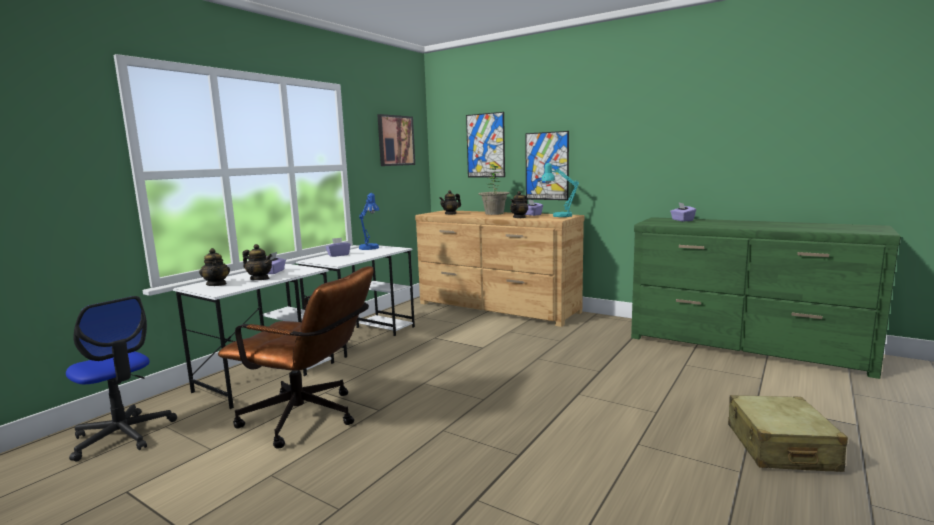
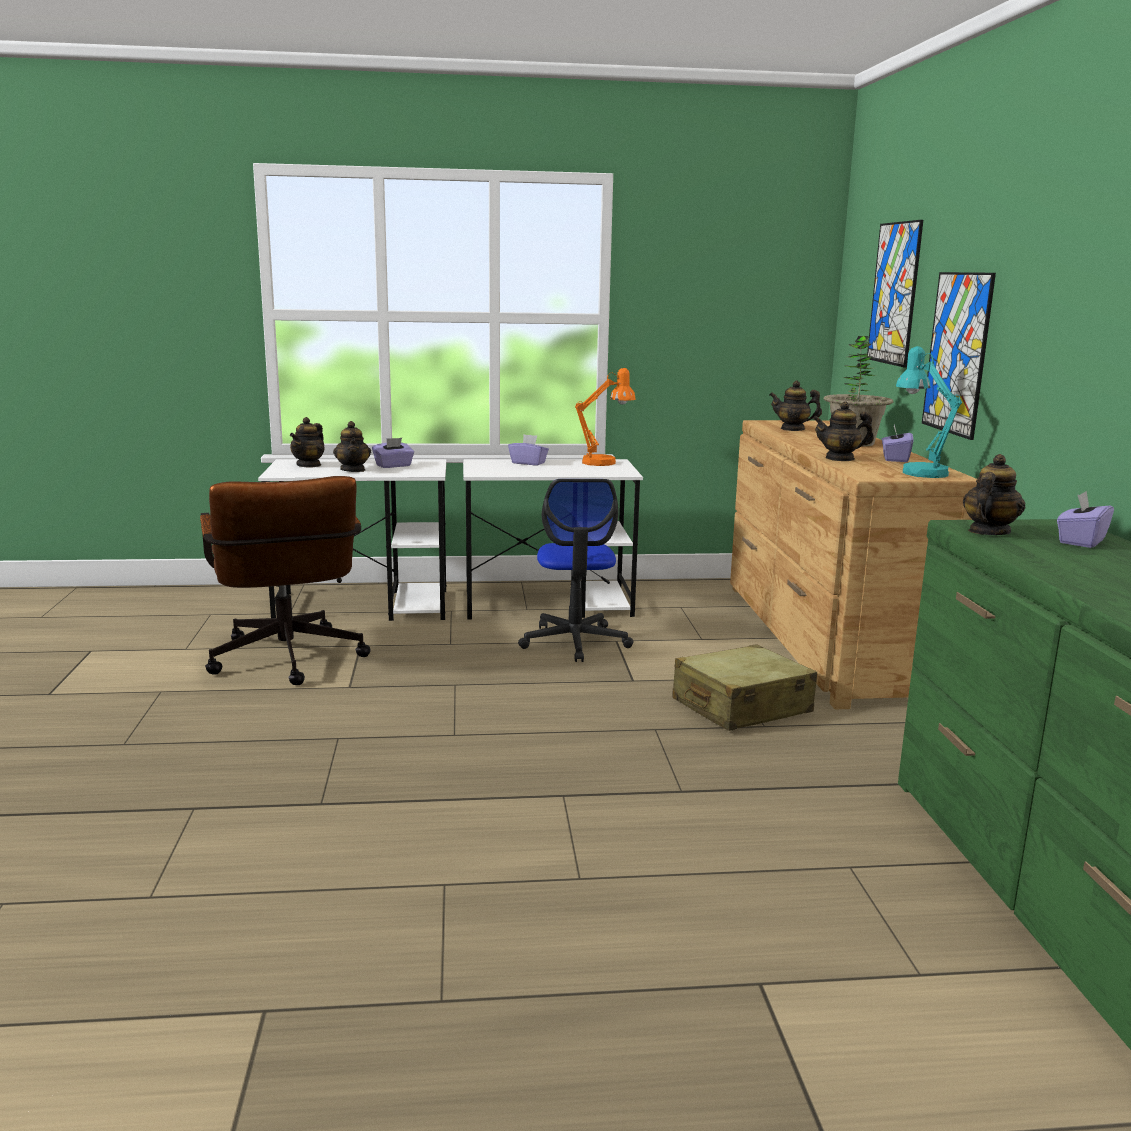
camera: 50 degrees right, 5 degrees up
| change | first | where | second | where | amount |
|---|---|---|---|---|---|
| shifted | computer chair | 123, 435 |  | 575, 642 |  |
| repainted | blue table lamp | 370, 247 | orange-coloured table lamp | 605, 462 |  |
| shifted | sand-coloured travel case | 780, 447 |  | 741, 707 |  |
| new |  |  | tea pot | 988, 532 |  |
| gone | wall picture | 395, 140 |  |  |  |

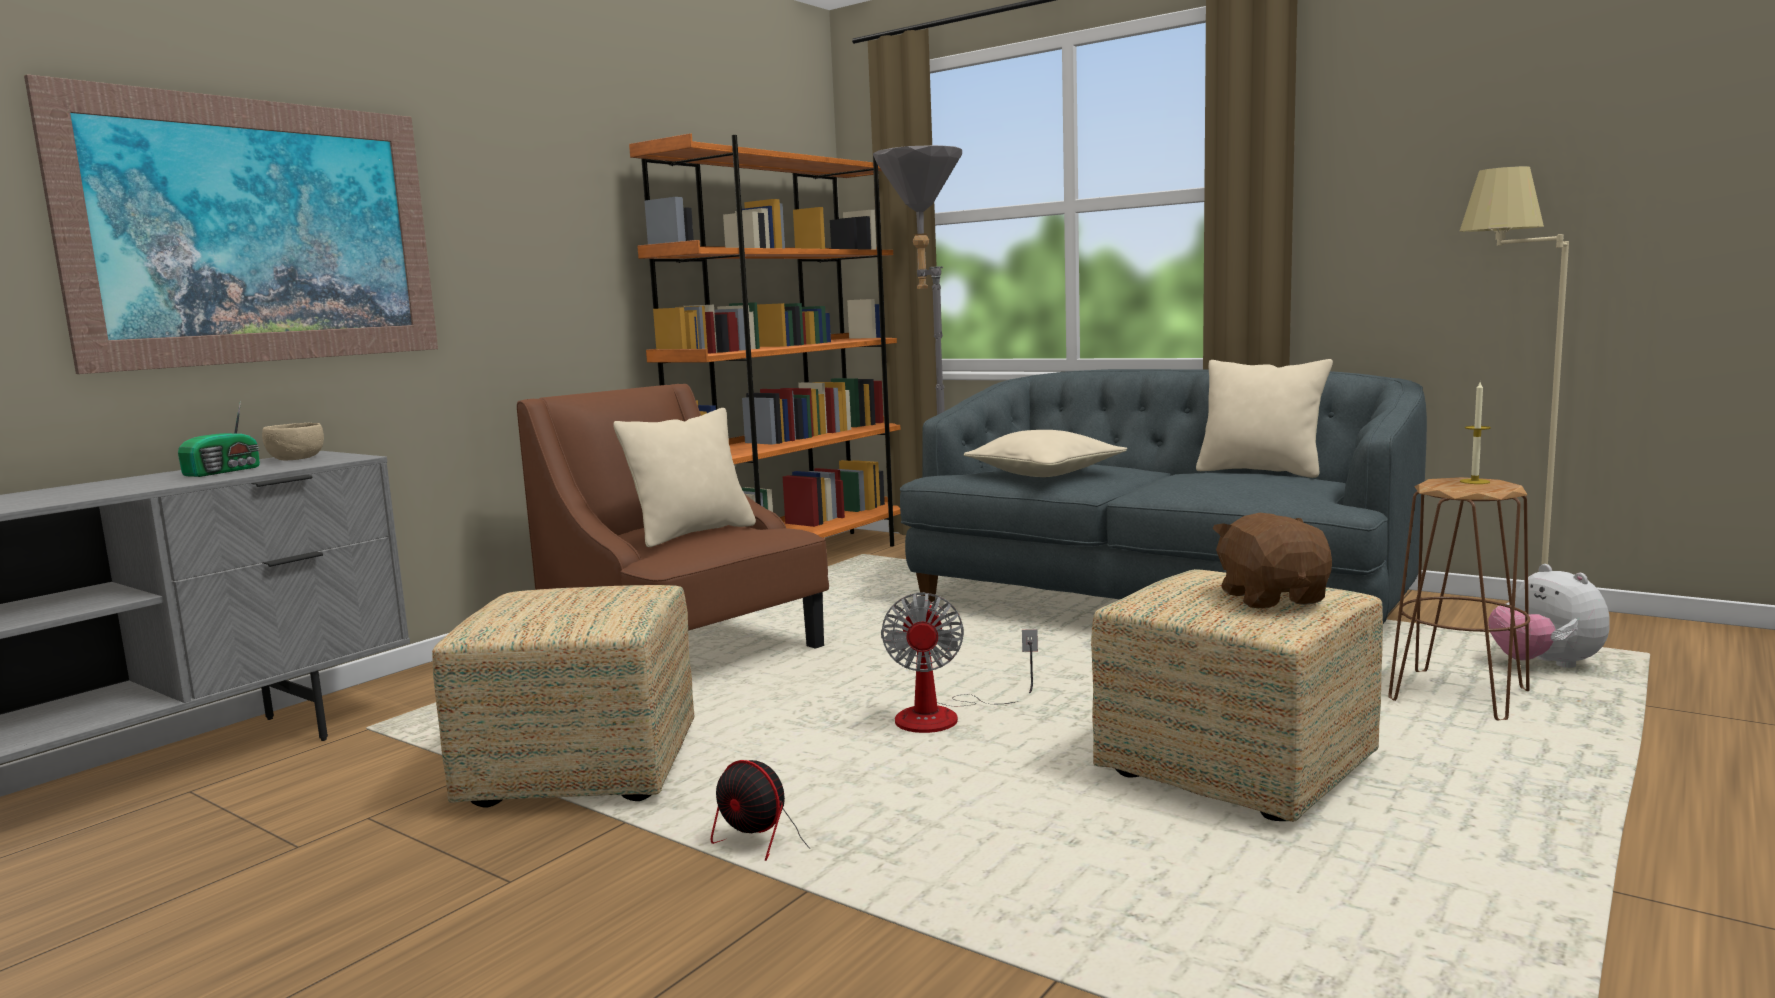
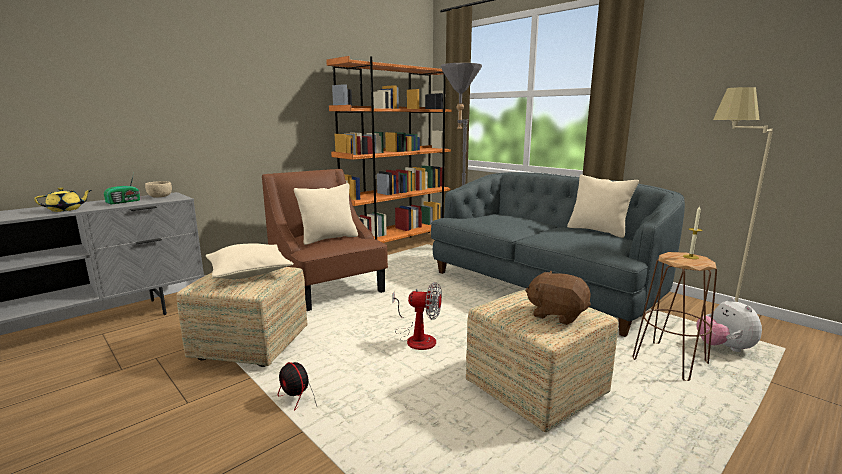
camera: 10 degrees right, 5 degrees up
| change | first | where | second | where | amount |
|---|---|---|---|---|---|
| new |  |  | yellow-coloured tea pot | 66, 209 |  |
| shifted | sand-coloured pillow | 1044, 473 |  | 249, 272 |  |
| rotated | electric fan | 946, 717 |  | 416, 338 | 90 degrees counterclockwise |
| rotated | brownish cuddly toy | 1272, 598 |  | 557, 314 | 60 degrees counterclockwise |
| gone | wall picture | 259, 232 |  |  |  |

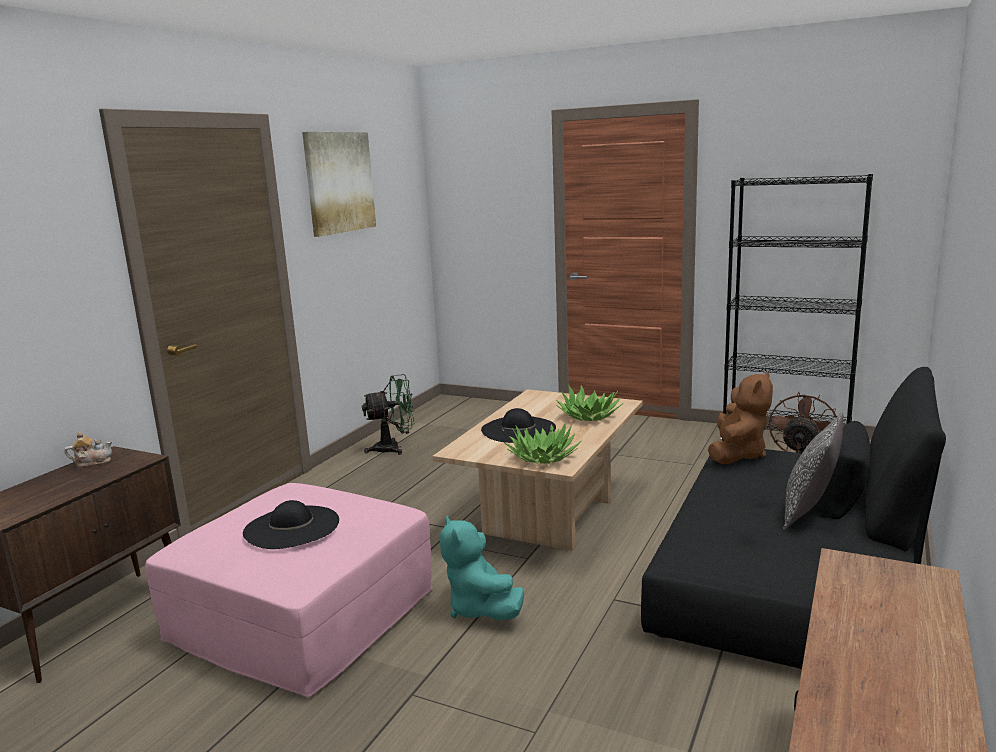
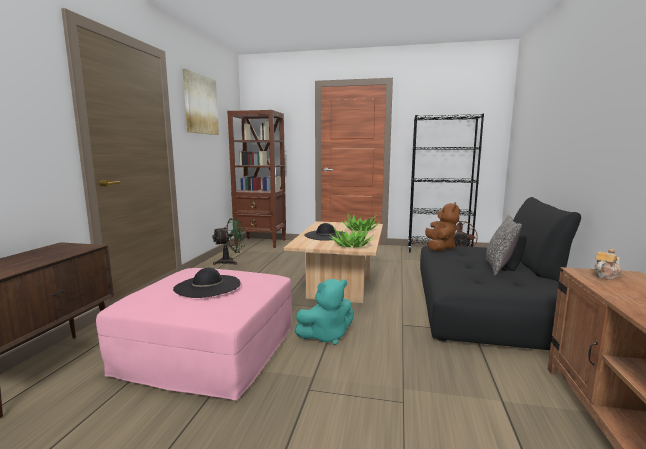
camera: 15 degrees left, 5 degrees down
| change | first | where | second | where | amount |
|---|---|---|---|---|---|
| new |  |  | brownish bookshelf | 261, 243 |  |
| rotated | turquoise-coloured cuddly toy | 480, 608 |  | 326, 336 | 75 degrees counterclockwise |
| shifted | tea pot | 92, 462 |  | 605, 276 |  |

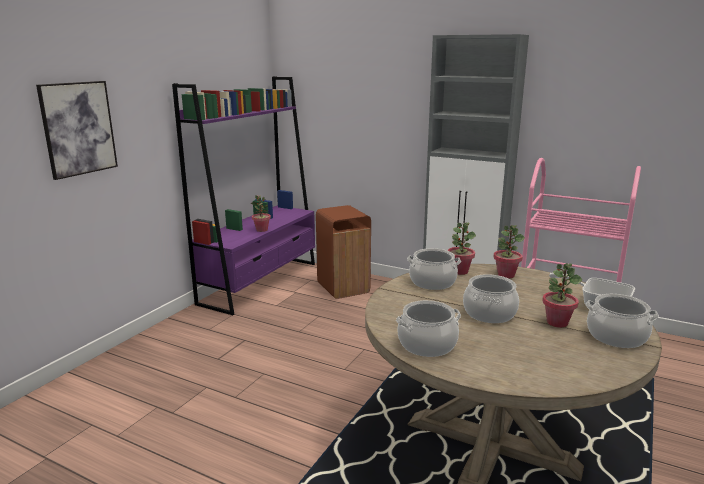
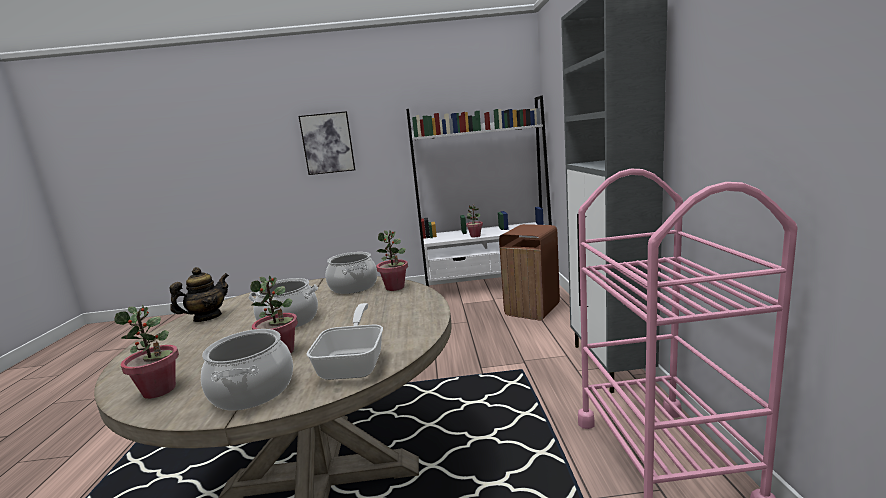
camera: 60 degrees right, 5 degrees down
| change | first | where | second | where | amount |
|---|---|---|---|---|---|
| shifted | houseplant | 506, 275 |  | 160, 390 |  |
| swapped | saucepot | 427, 345 | tea pot | 207, 317 |  |
| repainted | purplish bookshelf | 260, 282 | white-coloured bookshelf | 489, 285 |  |

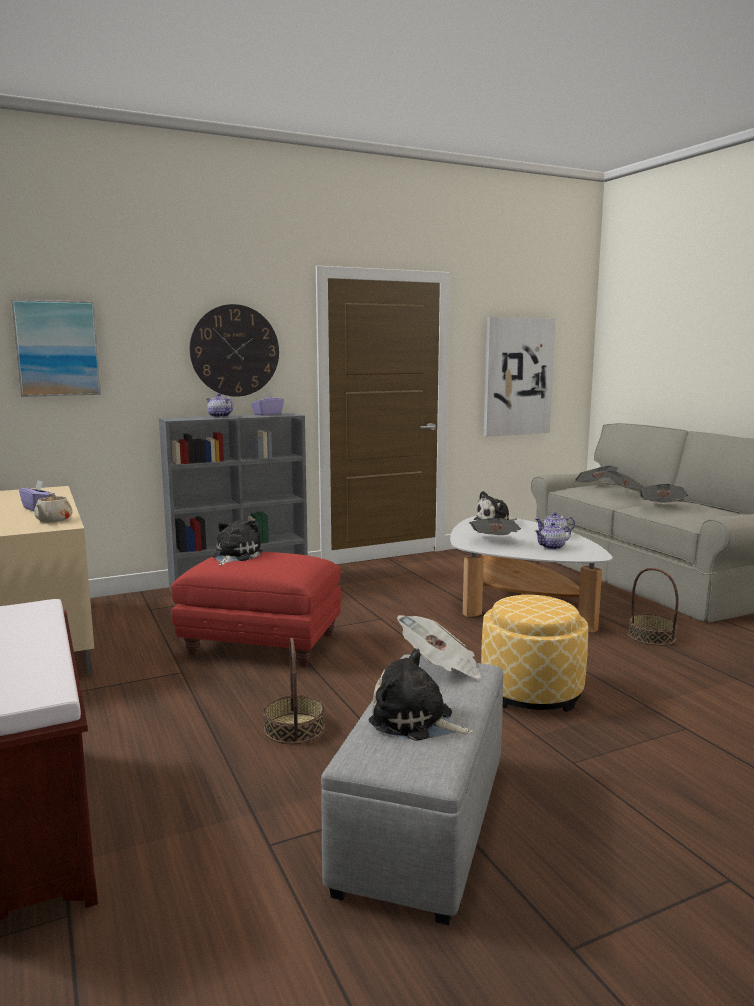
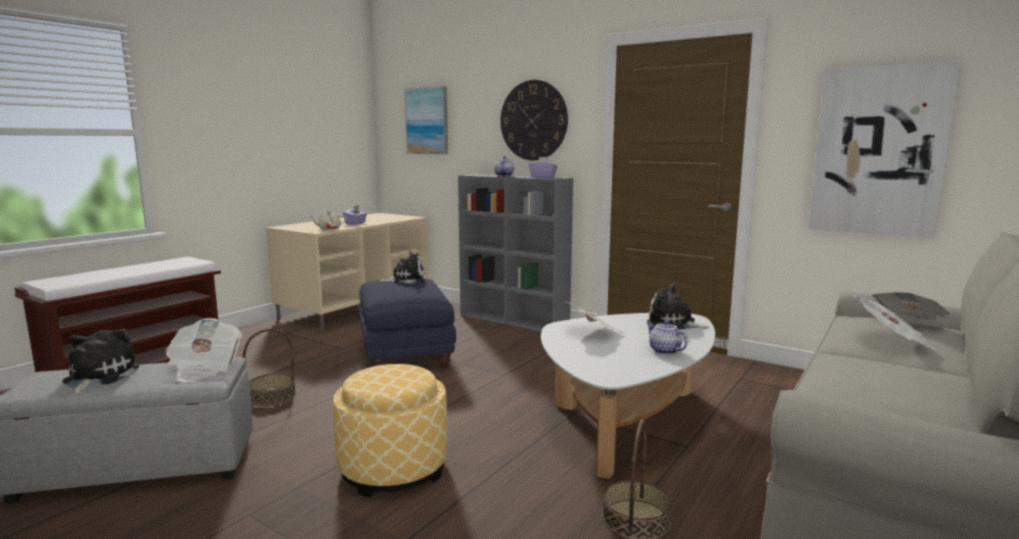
camera: 60 degrees right, 0 degrees up
| change | first | where | second | where | amount |
|---|---|---|---|---|---|
| repainted | red-coloured footrest | 260, 645 | blue footrest | 405, 354 |  |
| gone | tea pot | 552, 547 |  |  |  |
| gone | printed paper | 661, 506 |  |  |  |

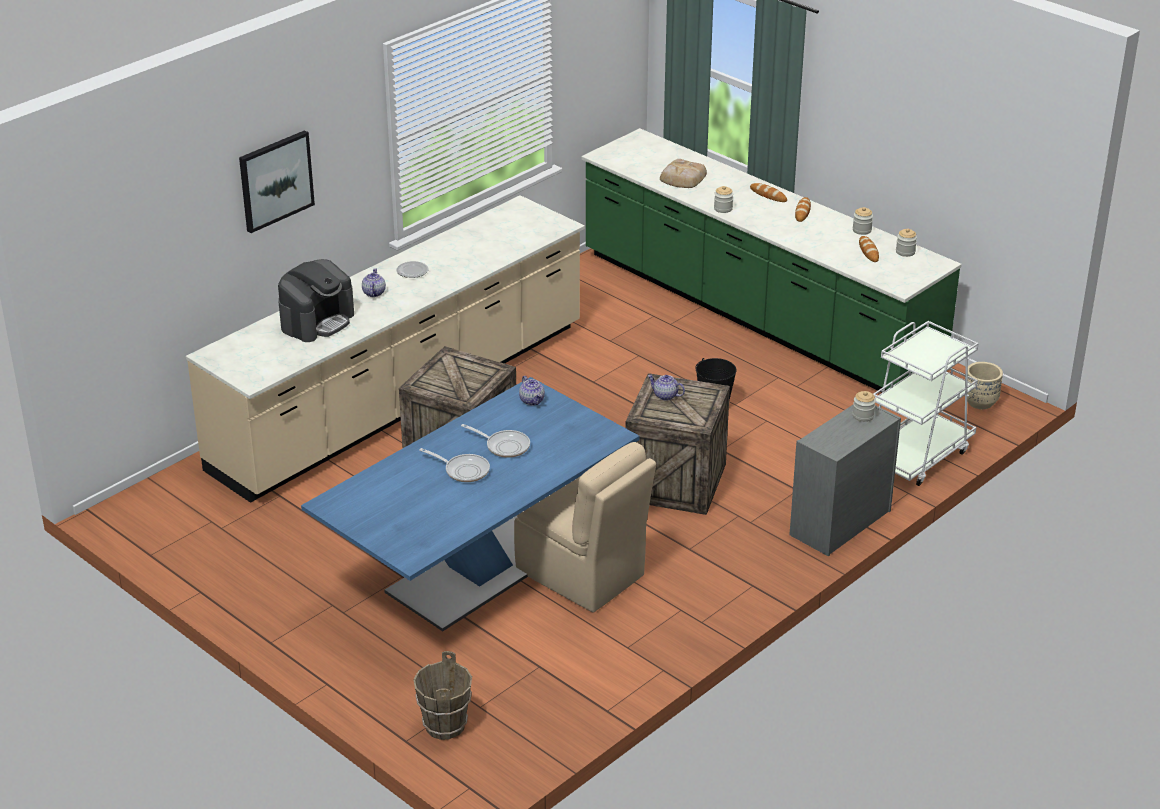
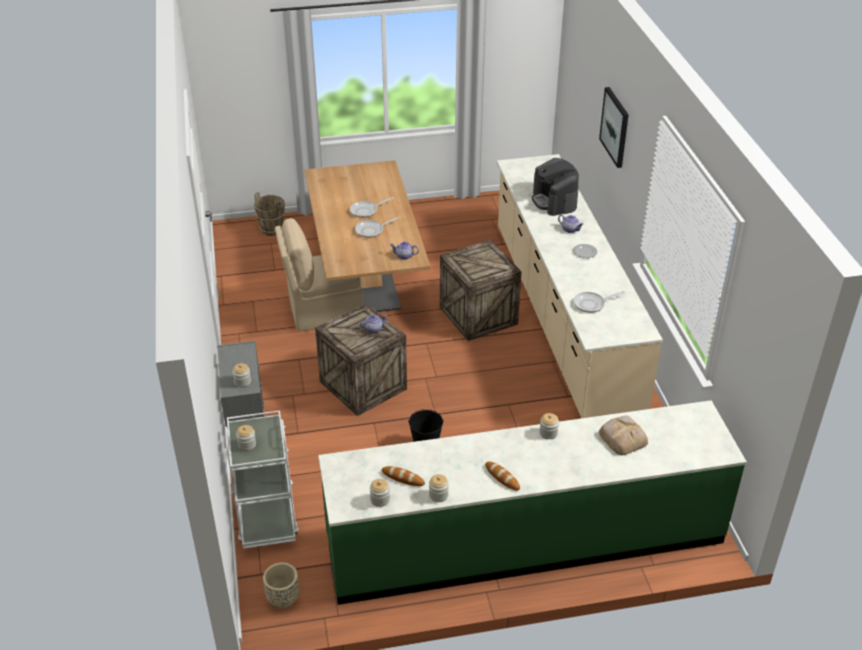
camera: 125 degrees right, 5 degrees up
| change | first | where | second | where | amount |
|---|---|---|---|---|---|
| new |  |  | storage jar | 247, 444 |  |
| repainted | blue dining table | 478, 572 | sand-coloured dining table | 366, 280 |  |
| new |  |  | pan | 592, 304 |  |
| gone | bakery bread | 768, 195 |  |  |  |

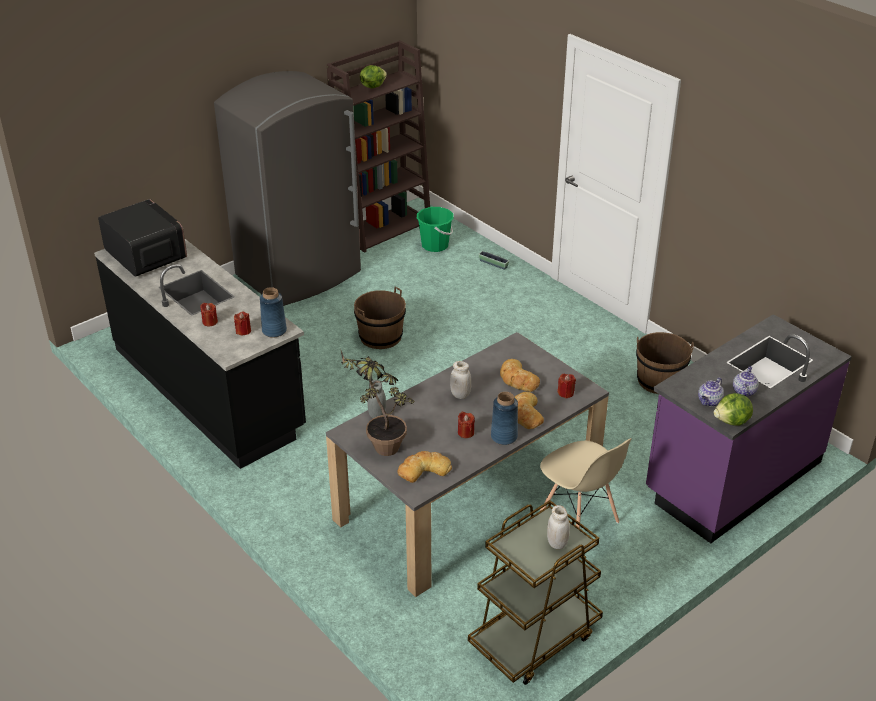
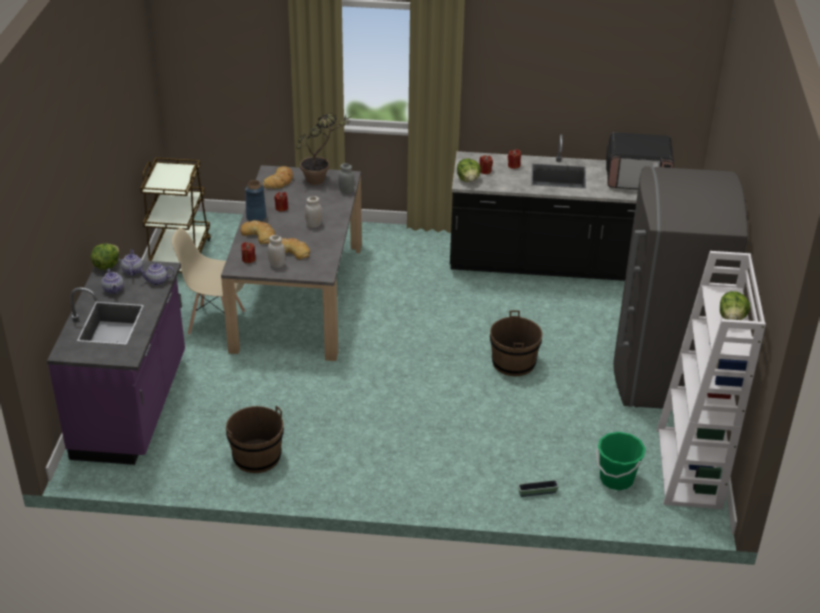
camera: 135 degrees right, 0 degrees up
| change | first | where | second | where | amount |
|---|---|---|---|---|---|
| new |  |  | tea pot | 157, 281 |  |
| shifted | white-coloured storage jar | 557, 543 |  | 277, 264 |  |
| swapped | blue flower vase | 274, 331 | head of lettuce | 468, 180 |  |
| repainted | brownish bookshelf | 384, 228 | white-coloured bookshelf | 689, 469 |  |

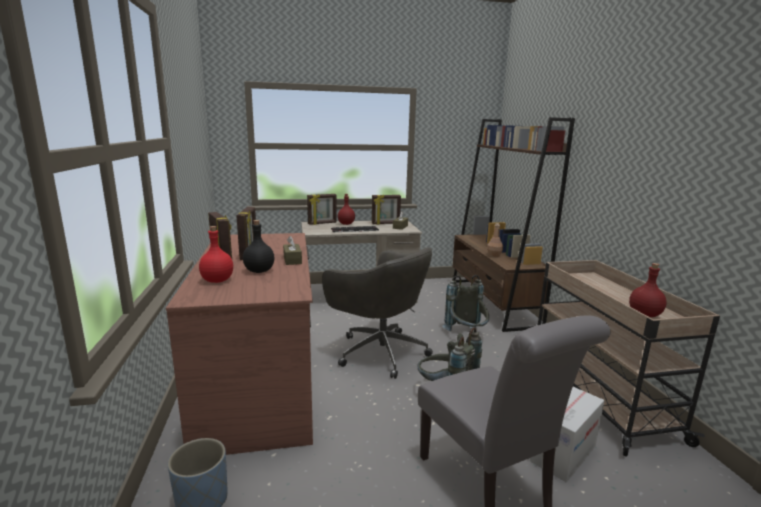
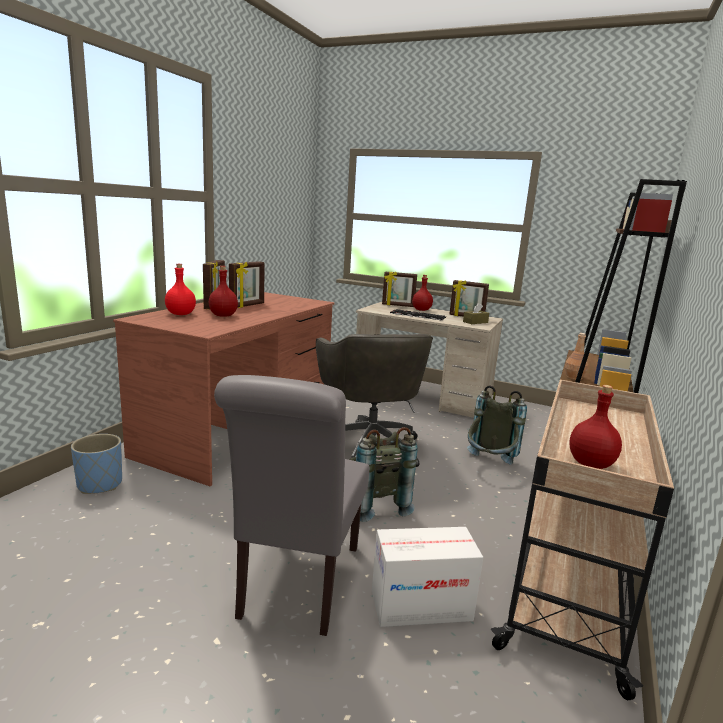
camera: 35 degrees right, 0 degrees up
| change | first | where | second | where | amount |
|---|---|---|---|---|---|
| repainted | blackish beverage bottle | 259, 271 | red-coloured beverage bottle | 223, 315 |  |
| gone | brownish tissue box | 292, 260 |  |  |  |

